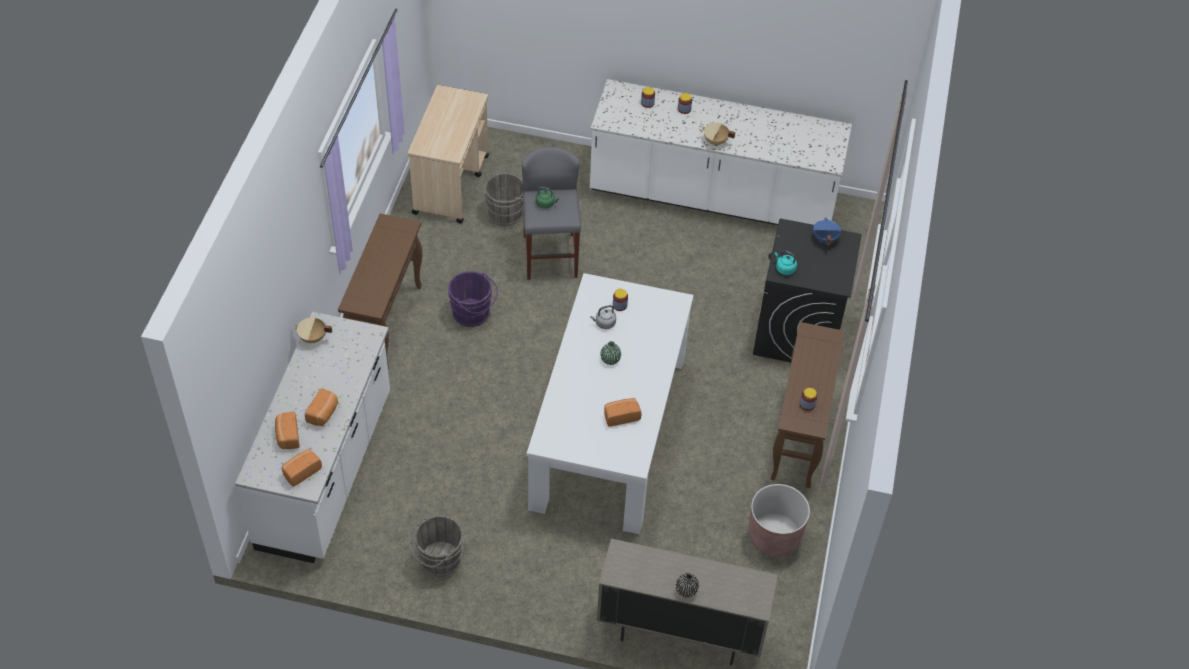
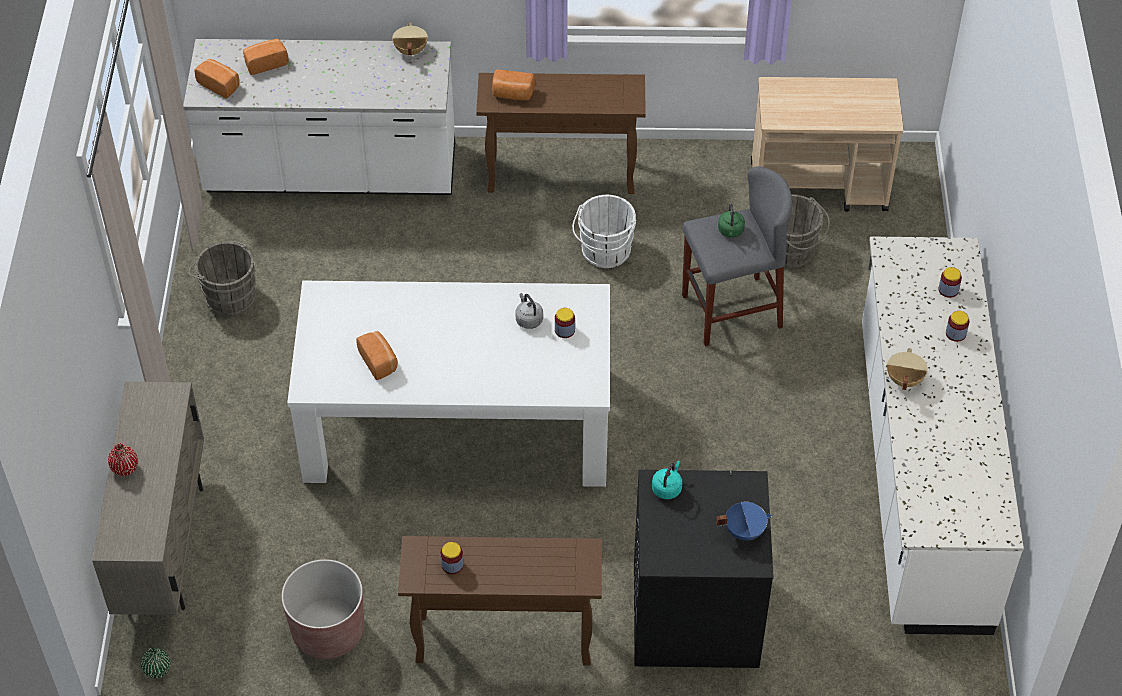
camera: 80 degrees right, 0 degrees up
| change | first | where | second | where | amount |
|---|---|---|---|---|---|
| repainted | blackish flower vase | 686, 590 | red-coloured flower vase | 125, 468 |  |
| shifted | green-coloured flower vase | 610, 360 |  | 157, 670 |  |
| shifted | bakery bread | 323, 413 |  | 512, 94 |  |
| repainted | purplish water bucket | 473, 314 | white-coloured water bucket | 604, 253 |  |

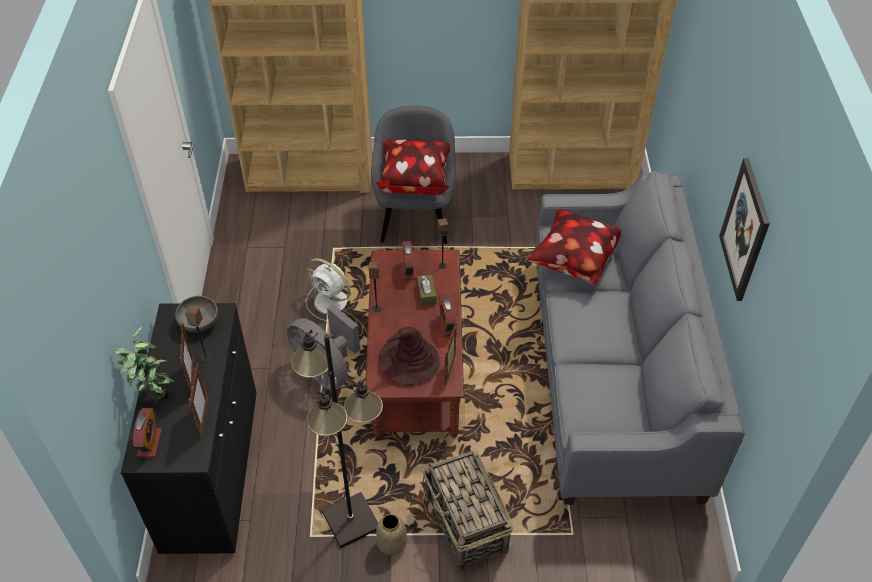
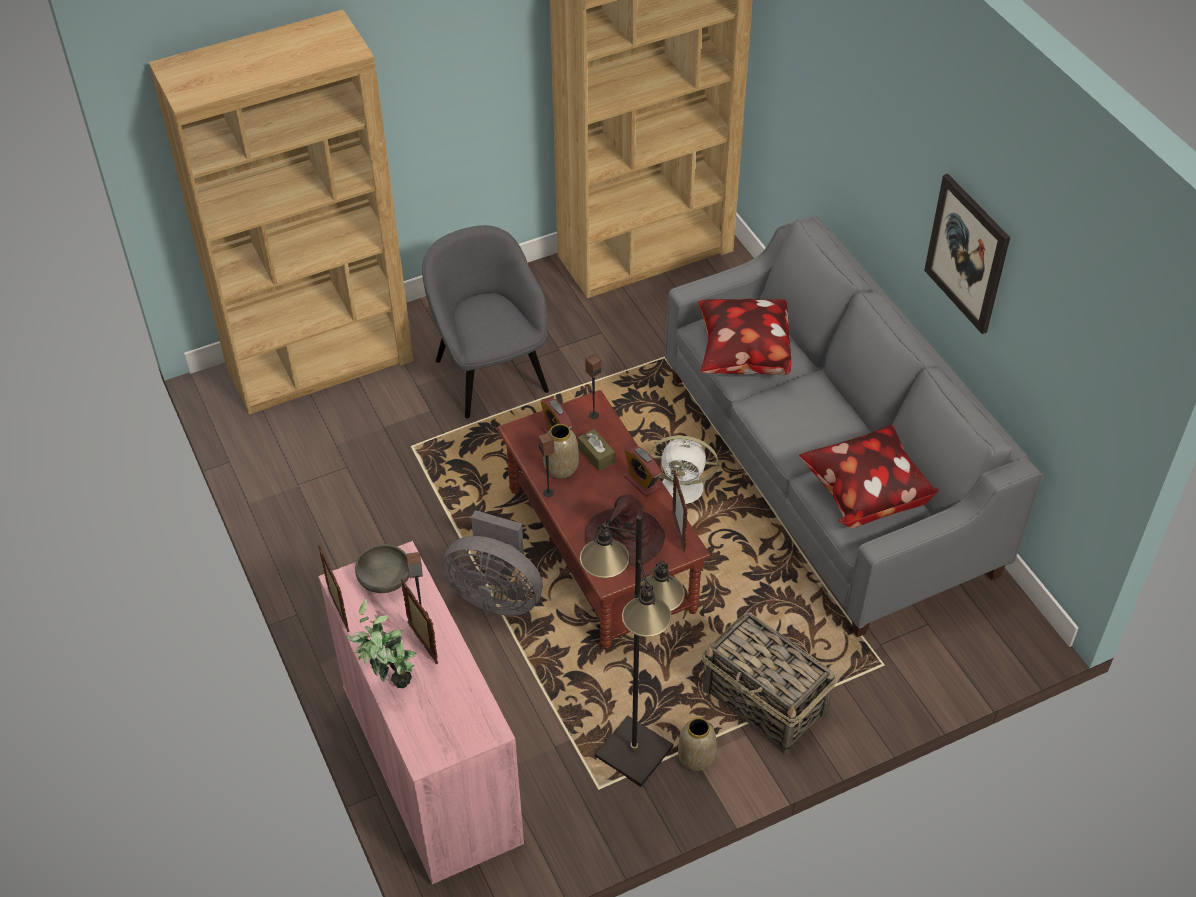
camera: 25 degrees left, 0 degrees up
| change | first | where | second | where | amount |
|---|---|---|---|---|---|
| repainted | blackish cabinet | 211, 470 | pink-coloured cabinet | 431, 765 |  |
| shifted | picture frame | 204, 418 |  | 338, 612 |  |
| new |  |  | flower vase | 561, 468 |  |
| shifted | white-coloured electric fan | 332, 302 |  | 684, 488 |  |
| shifted | pillow | 414, 180 |  | 863, 494 |  |
| gone | alarm clock | 149, 443 |  |  |  |

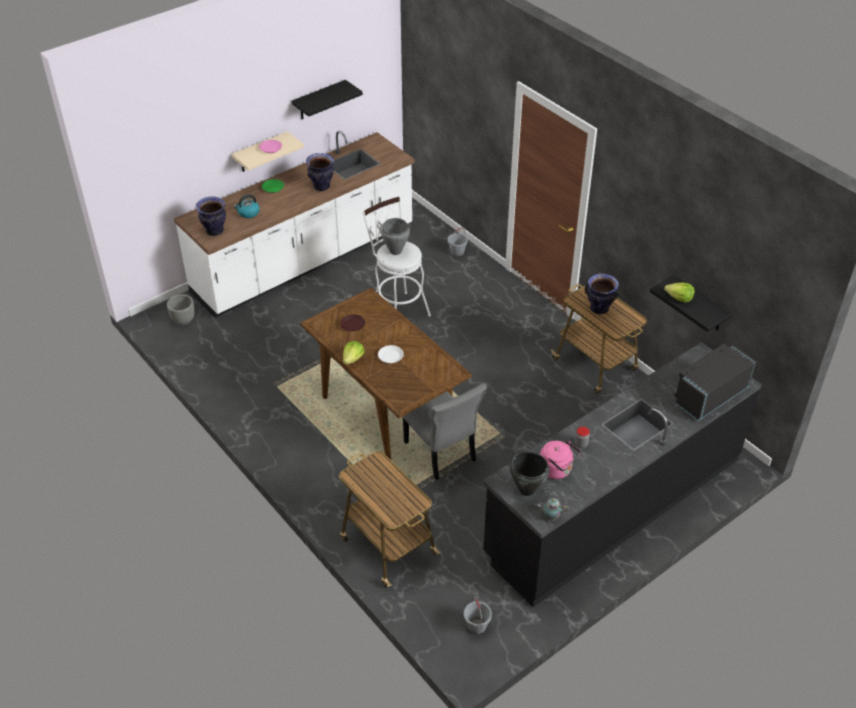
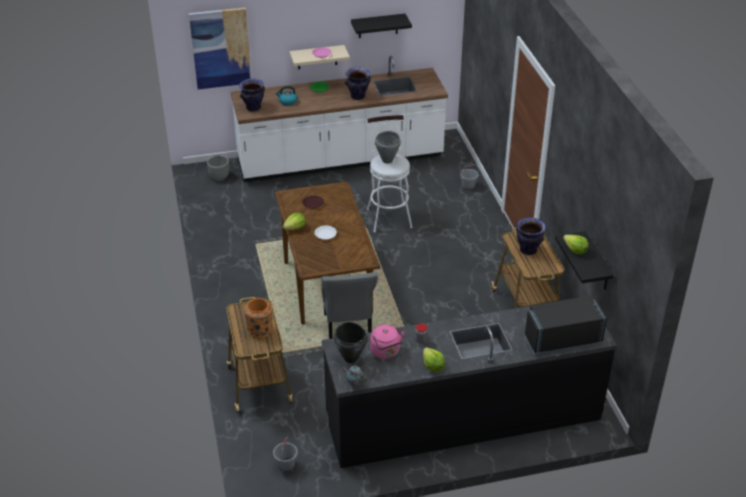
camera: 25 degrees right, 5 degrees down
| change | first | where | second | where | amount |
|---|---|---|---|---|---|
| new |  |  | wall picture | 220, 48 |  |
| new |  |  | orange-coloured flower vase | 260, 330 |  |
| new |  |  | head of lettuce | 432, 365 |  |

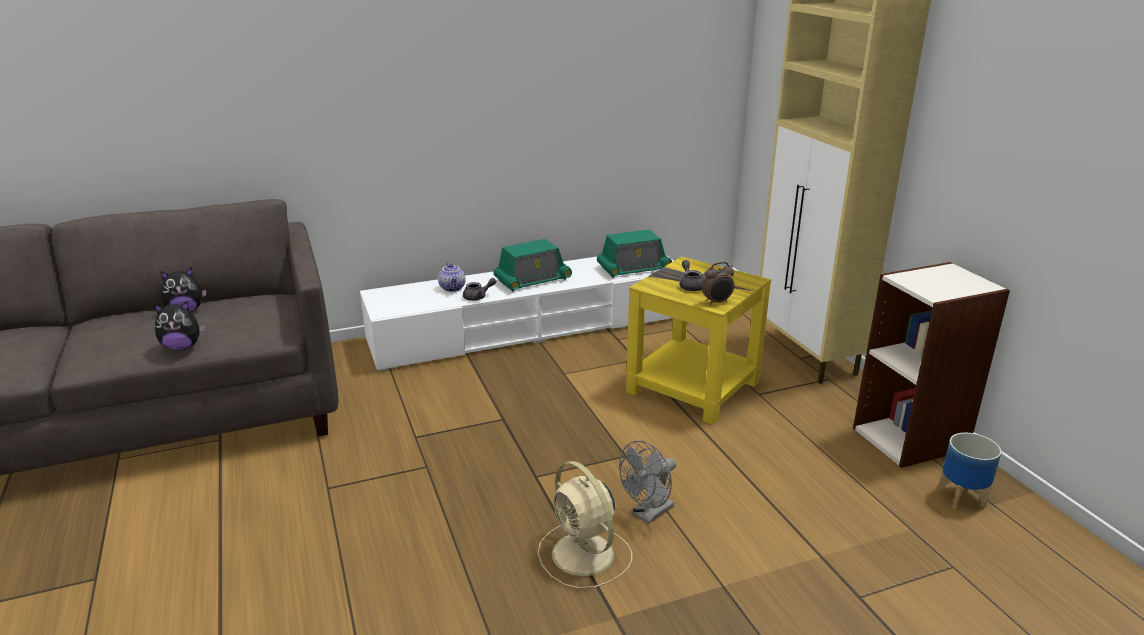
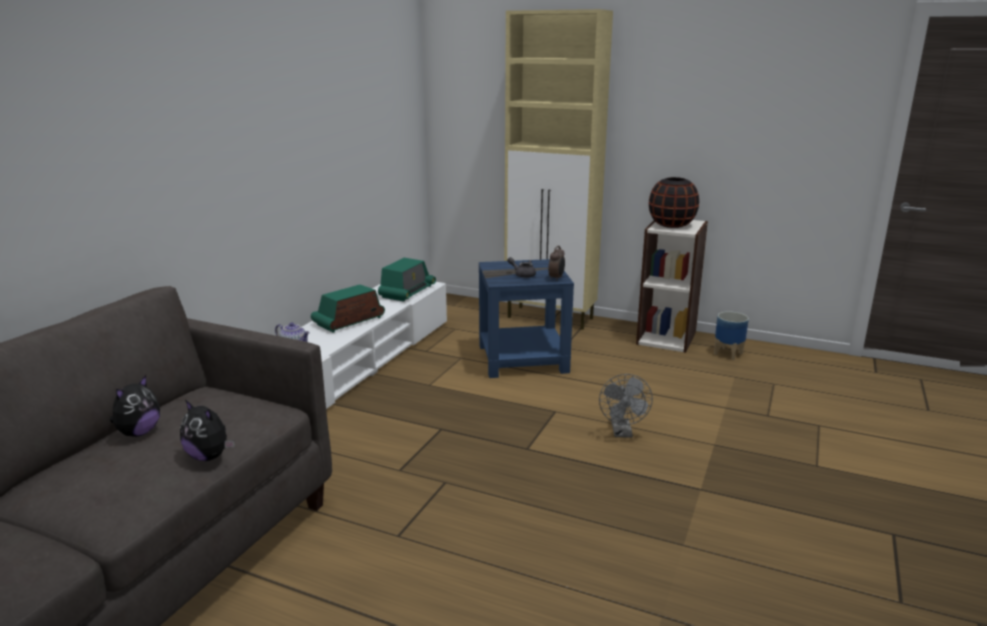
camera: 45 degrees left, 5 degrees down
| change | first | where | second | where | amount |
|---|---|---|---|---|---|
| rotated | cuddly toy | 182, 347 |  | 209, 456 | 90 degrees clockwise |
| rotated | radio receiver | 532, 280 |  | 349, 321 | 150 degrees counterclockwise |
| repainted | yellow-coloured side table | 691, 387 | blue side table | 522, 359 |  |
| new |  |  | blackish flower vase | 671, 225 |  |
| gone | greyish tea pot | 478, 297 |  |  |  |
| gone | sand-coloured electric fan | 584, 556 |  |  |  |

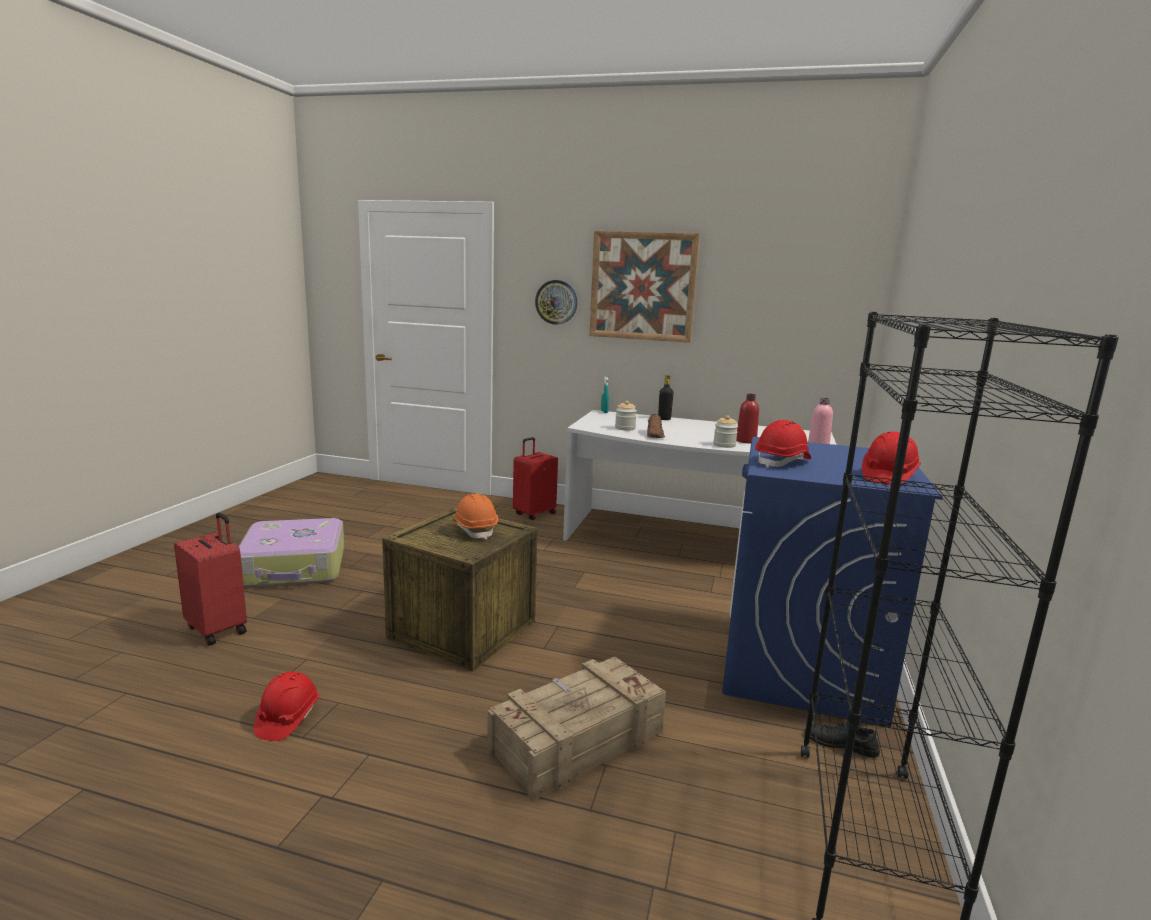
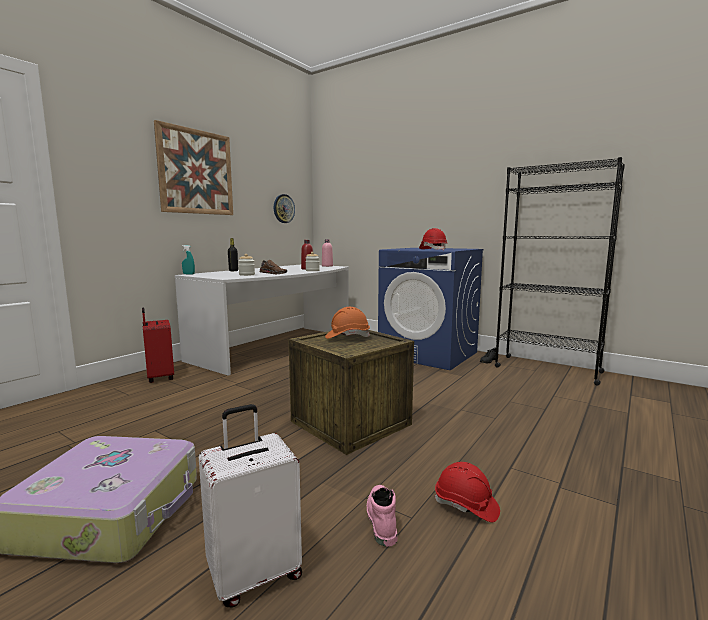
camera: 70 degrees left, 5 degrees down
| change | first | where | second | where | amount |
|---|---|---|---|---|---|
| repainted | red-coloured travel case | 218, 629 | white-coloured travel case | 255, 574 |  |
| shifted | clock on the wall | 556, 302 |  | 283, 208 |  |
| new |  |  | pink-coloured boot | 380, 519 |  |
| gone | shipping crate | 575, 742 |  |  |  |
| gone | red-coloured safety helmet | 887, 477 |  |  |  |

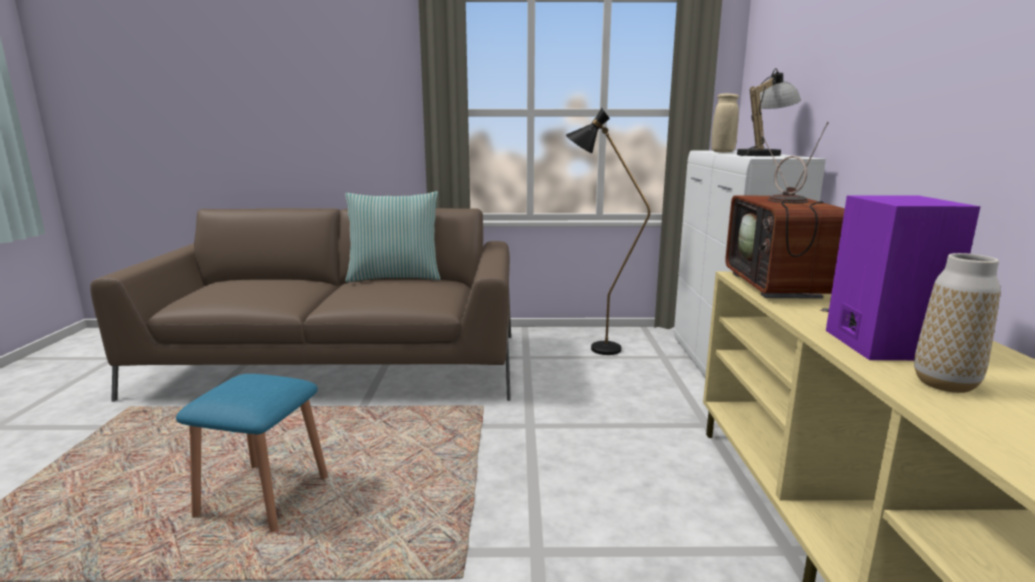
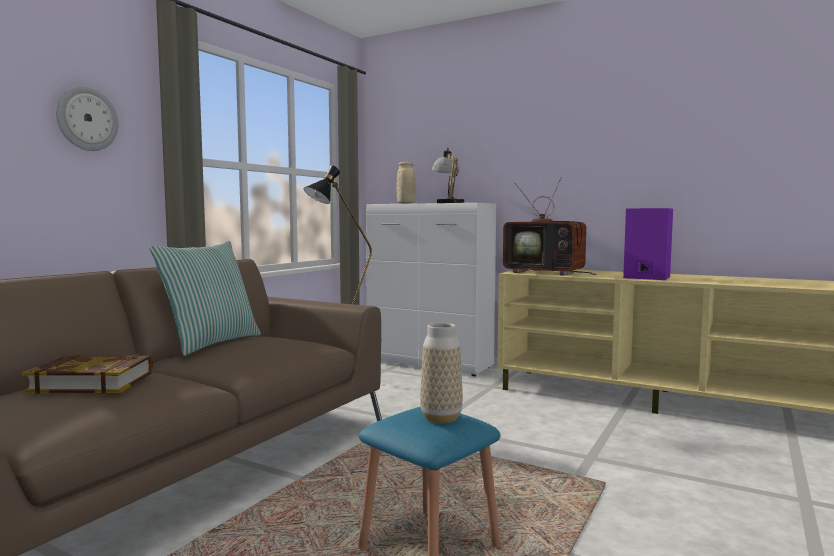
camera: 60 degrees left, 10 degrees down
| change | first | where | second | where | amount |
|---|---|---|---|---|---|
| new |  |  | book | 92, 382 |  |
| new |  |  | clock on the wall | 87, 119 |  |
| shifted | flower vase | 945, 384 |  | 441, 418 |  |

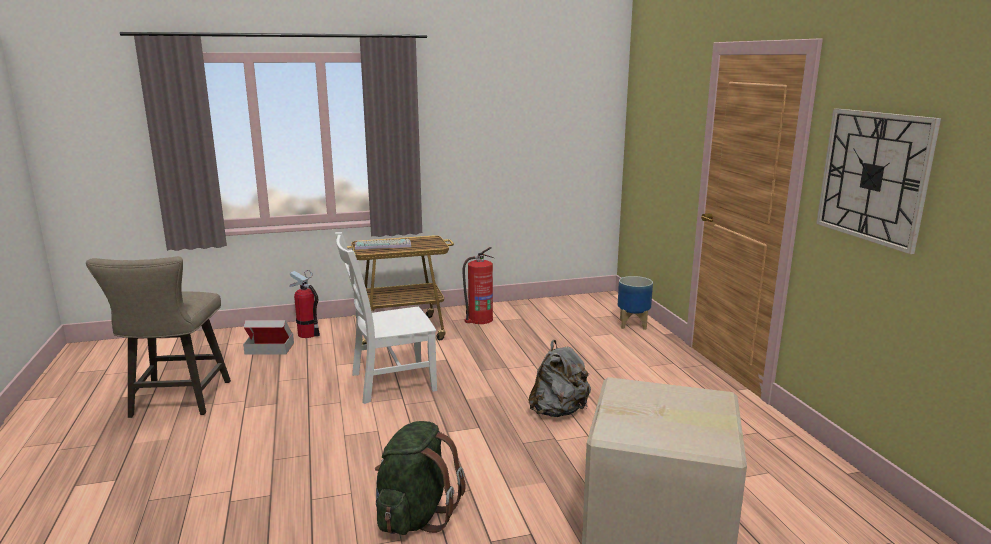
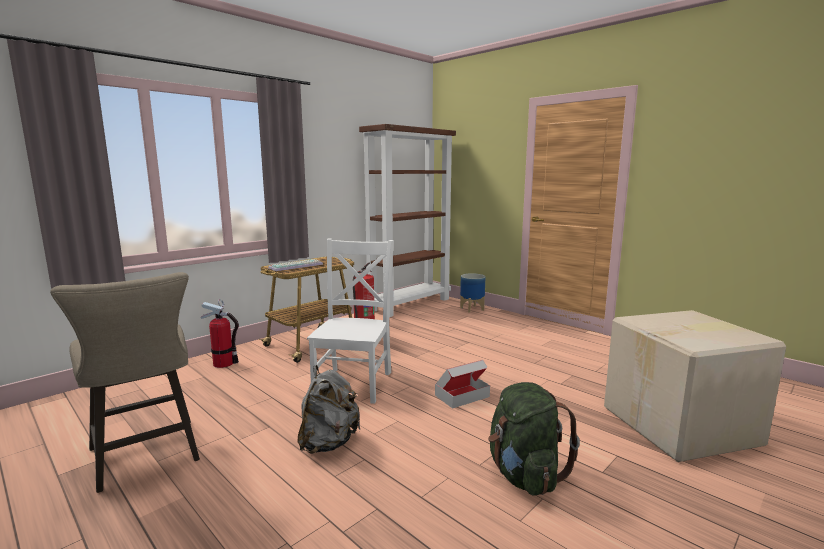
camera: 30 degrees left, 5 degrees down
| change | first | where | second | where | amount |
|---|---|---|---|---|---|
| shifted | greyish knapsack | 558, 411 |  | 328, 443 |  |
| rotated | white-coloured plain chair | 389, 382 |  | 354, 383 | 150 degrees clockwise |
| new |  |  | brownish bookshelf | 410, 304 |  |
| shifted | packing box | 269, 348 |  | 462, 396 |  |
| gone | clock on the wall | 874, 177 |  |  |  |

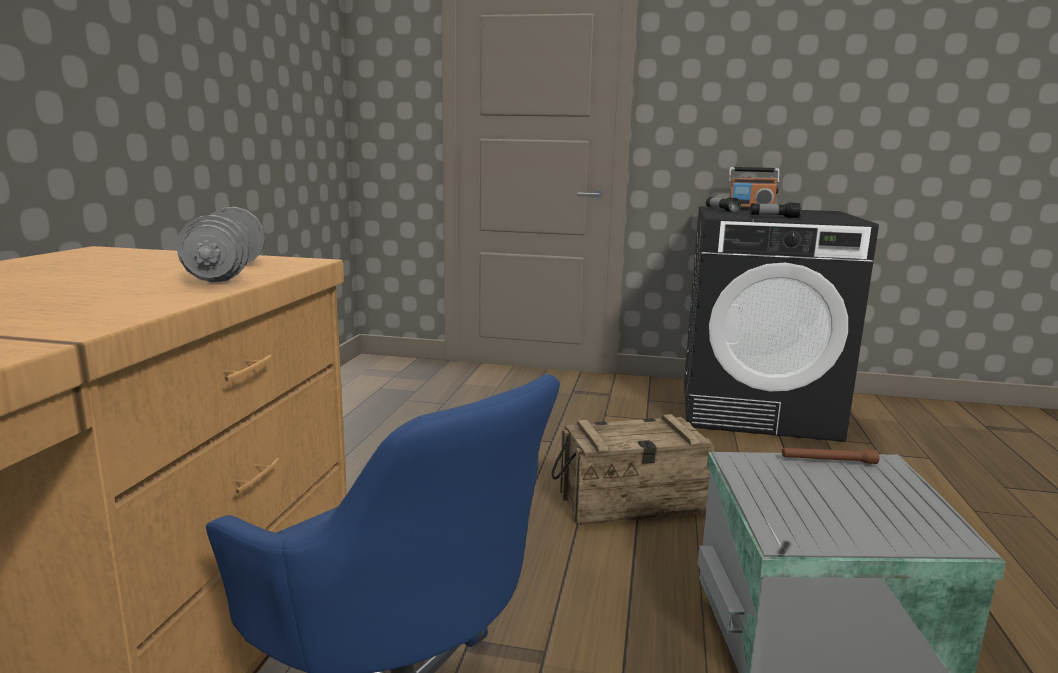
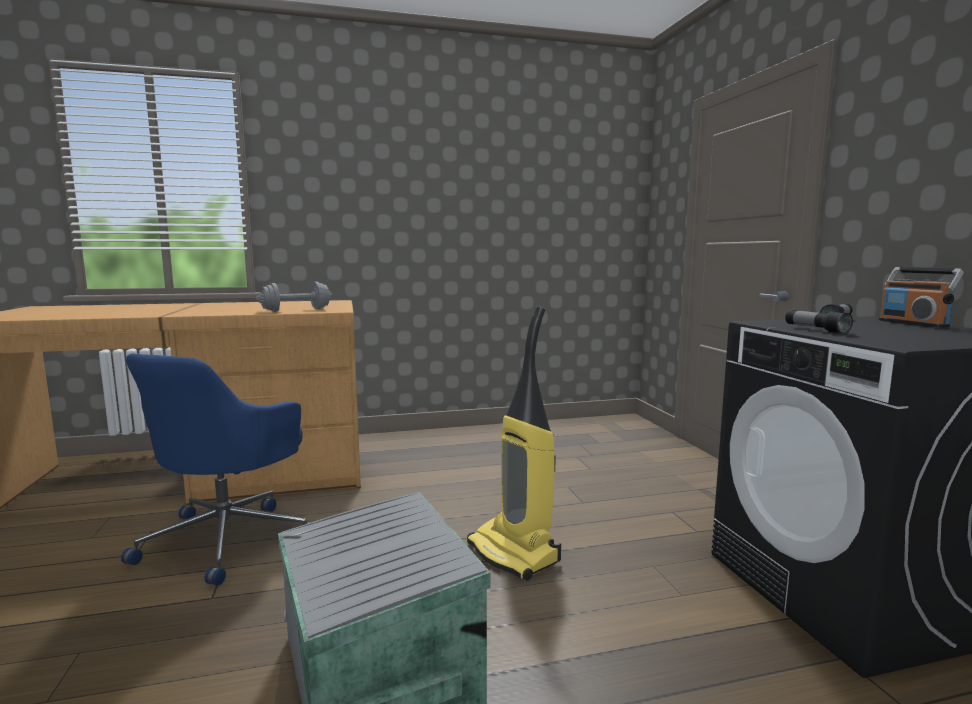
camera: 65 degrees right, 5 degrees down
| change | first | where | second | where | amount |
|---|---|---|---|---|---|
| swapped | shipping crate | 631, 502 | vacuum | 515, 553 |  |
| gone | brownish hand torch | 828, 461 |  |  |  |

